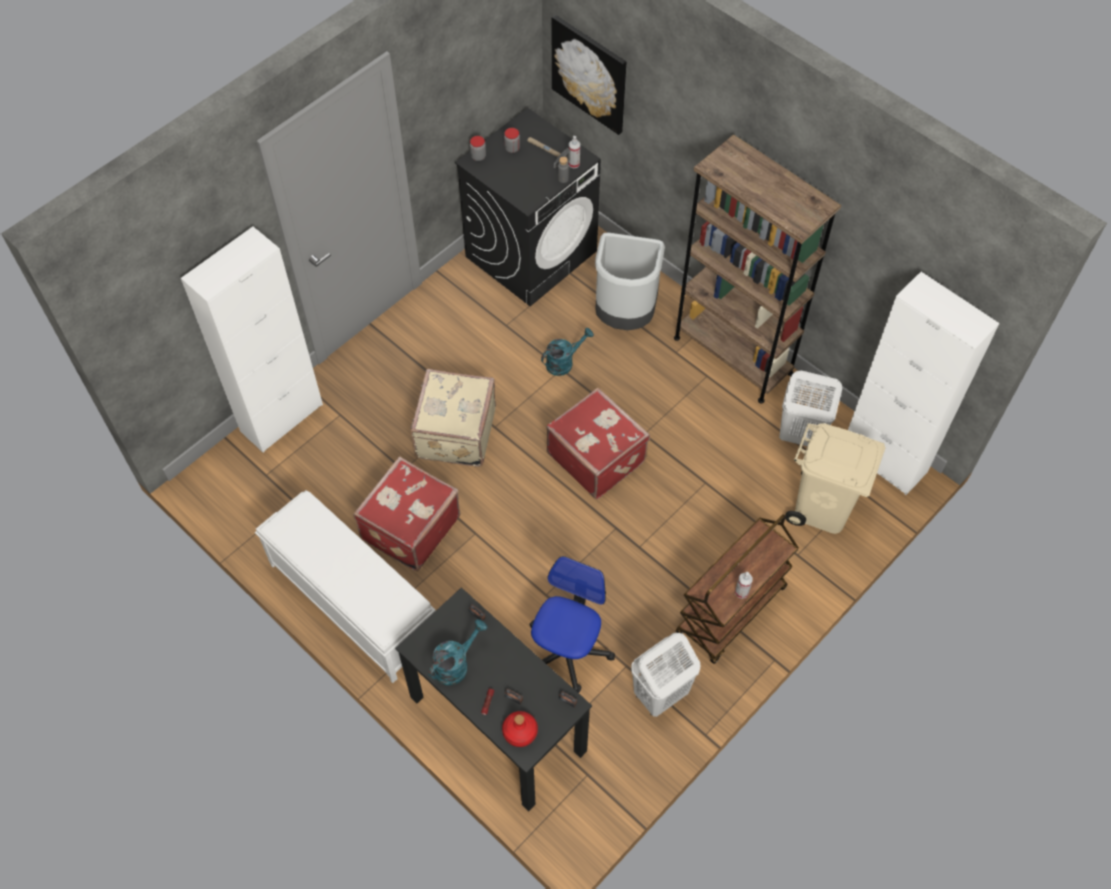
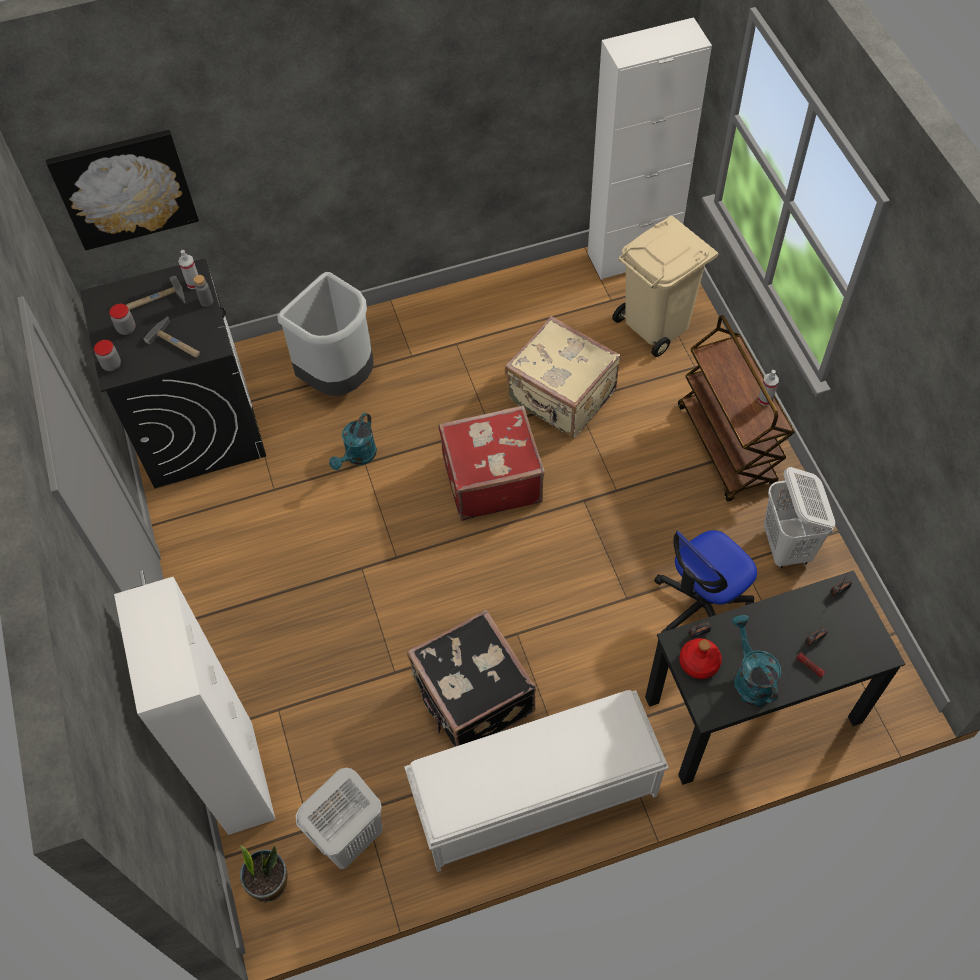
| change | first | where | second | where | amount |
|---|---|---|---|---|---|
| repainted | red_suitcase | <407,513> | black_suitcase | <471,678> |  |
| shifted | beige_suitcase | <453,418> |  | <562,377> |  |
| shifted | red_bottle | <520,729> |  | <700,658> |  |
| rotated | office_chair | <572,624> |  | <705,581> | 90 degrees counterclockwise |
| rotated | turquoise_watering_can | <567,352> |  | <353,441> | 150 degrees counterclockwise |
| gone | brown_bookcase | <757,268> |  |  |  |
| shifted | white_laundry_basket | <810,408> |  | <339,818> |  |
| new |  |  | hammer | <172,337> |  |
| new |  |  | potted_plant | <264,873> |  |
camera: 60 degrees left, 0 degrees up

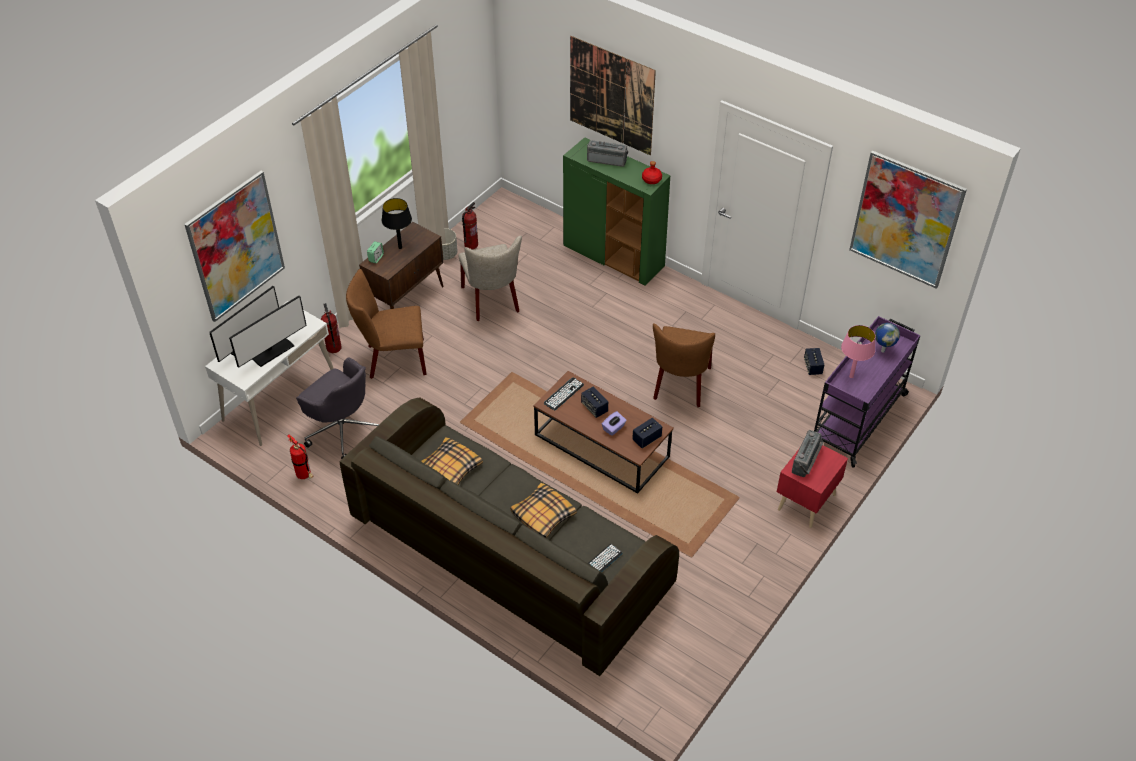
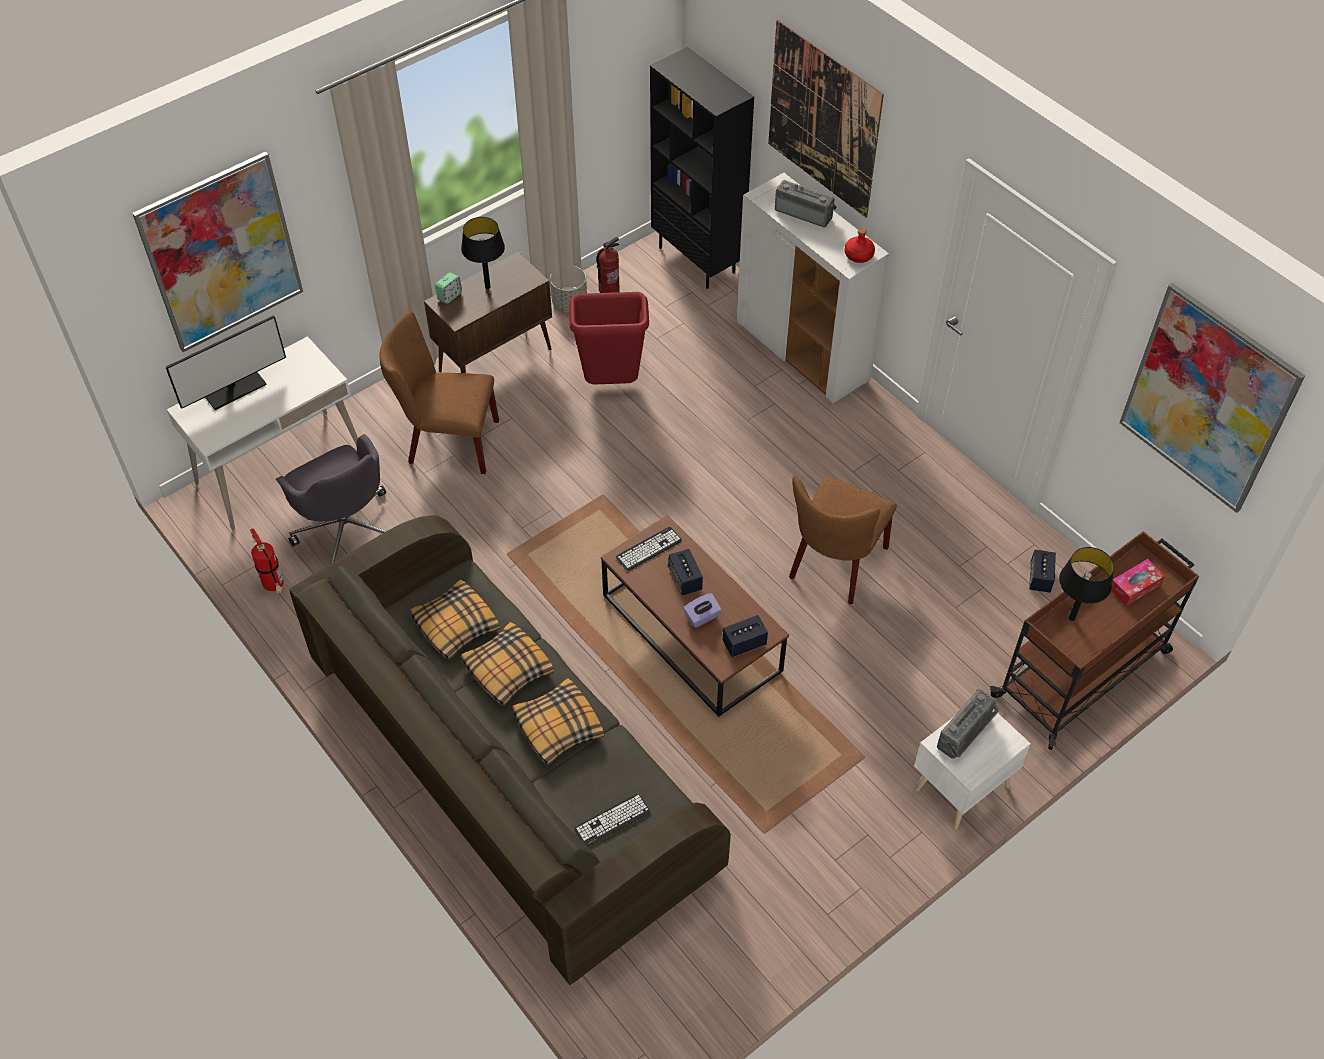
| change | first | where | second | where | amount |
|---|---|---|---|---|---|
| gone | monitor | <268,331> |  |  |  |
| gone | fire_extinguisher | <331,328> |  |  |  |
| swapped | beige_chair | <490,278> | red_trash_can | <609,338> |  |
| repainted | green_cabinet | <616,211> | white_cabinet | <812,288> |  |
| repainted | red_nightstand | <812,486> | white_nightstand | <972,769> |  |
| repainted | purple_cart | <867,392> | brown_cart | <1094,640> |  |
| repainted | pink_table_lamp | <858,351> | black_table_lamp | <1086,584> |  |
| swapped | globe | <887,338> | tissue_box | <1138,582> |  |
| new |  |  | pillow | <507,664> |  |
| new |  |  | black_bookcase | <702,168> |  |
camera: 15 degrees right, 5 degrees up

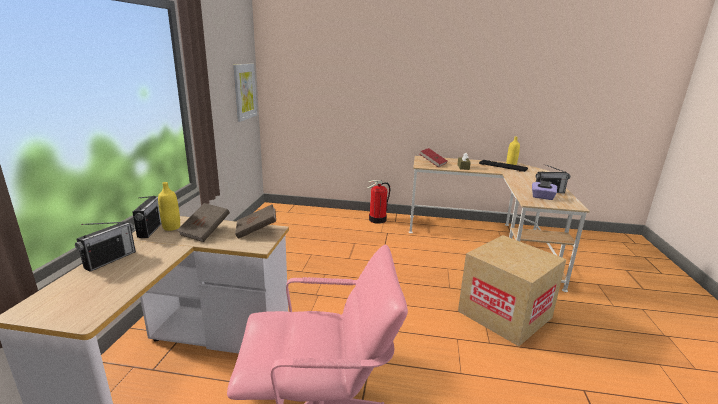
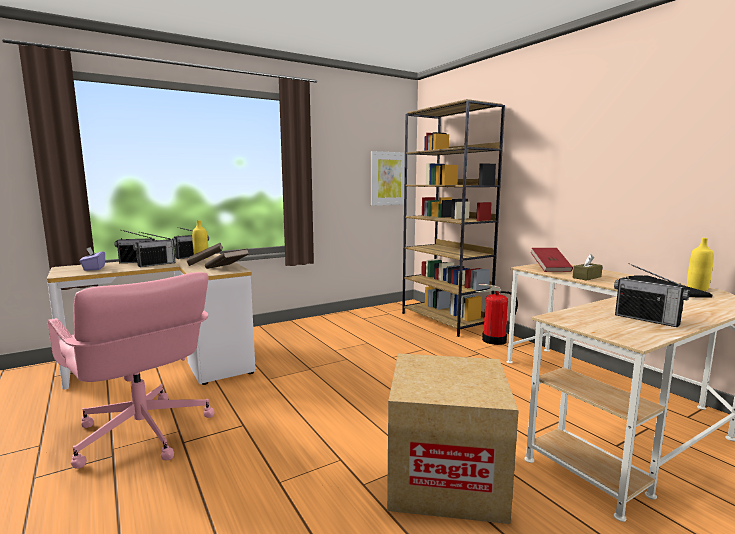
| change | first | where | second | where | amount |
|---|---|---|---|---|---|
| shifted | purple_tissue_box | <544,190> |  | <92,259> |  |
| new |  |  | radio | <154,249> |  |
| new |  |  | brown_bookcase | <453,218> |  |
camera: 50 degrees right, 10 degrees down

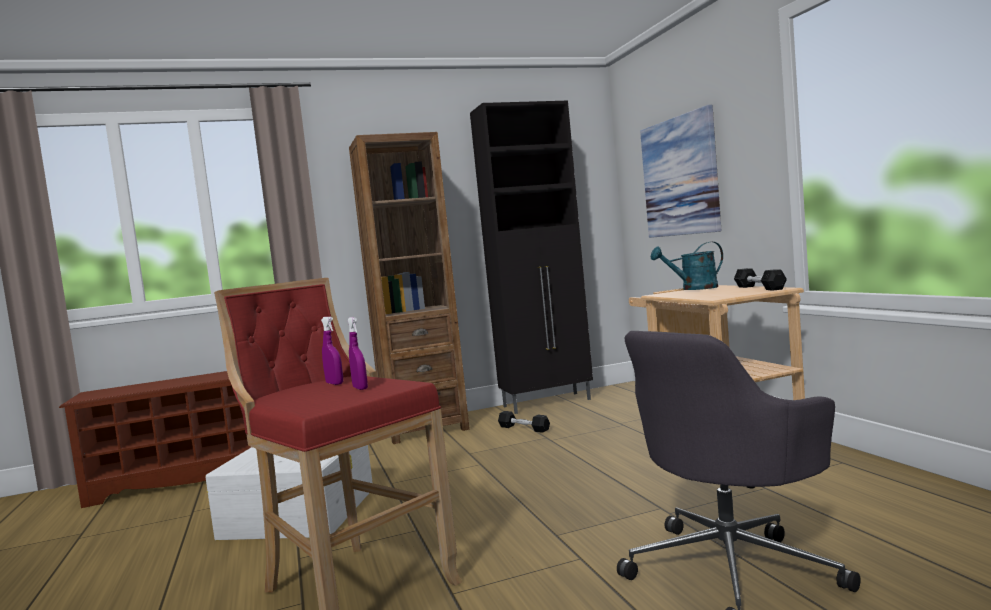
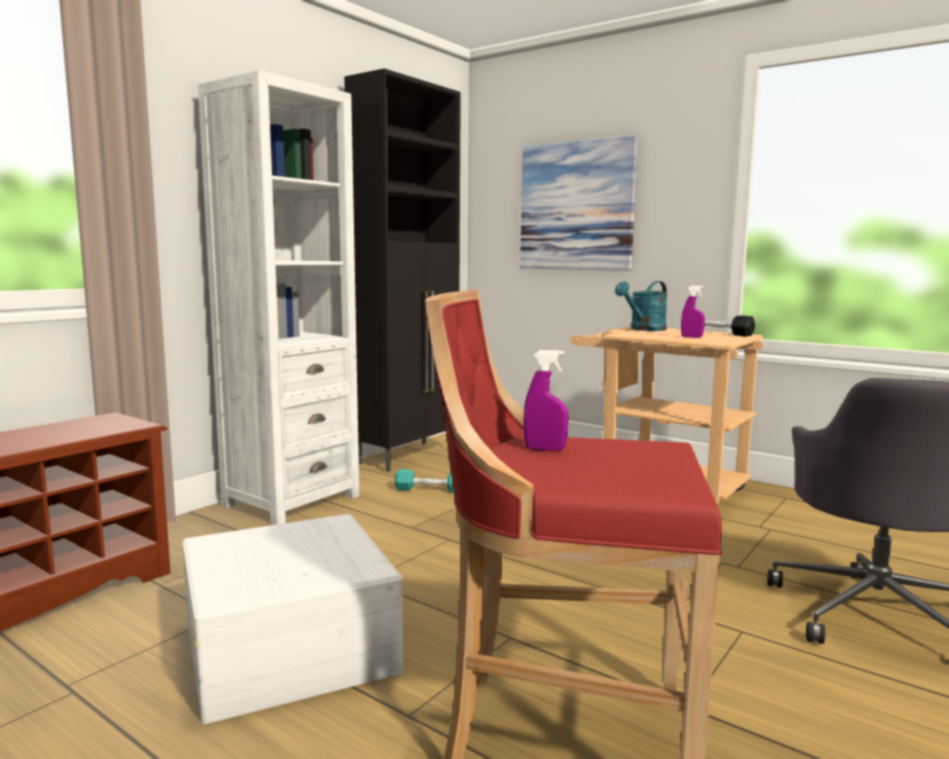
| change | first | where | second | where | amount |
|---|---|---|---|---|---|
| shifted | purple_spray_bottle | <358,353> |  | <693,312> |  |
| repainted | brown_bookcase | <409,288> | white_bookcase | <278,297> |  |
| repainted | black_dumbbell | <524,422> | turquoise_dumbbell | <424,480> |  |
camera: 35 degrees left, 5 degrees up

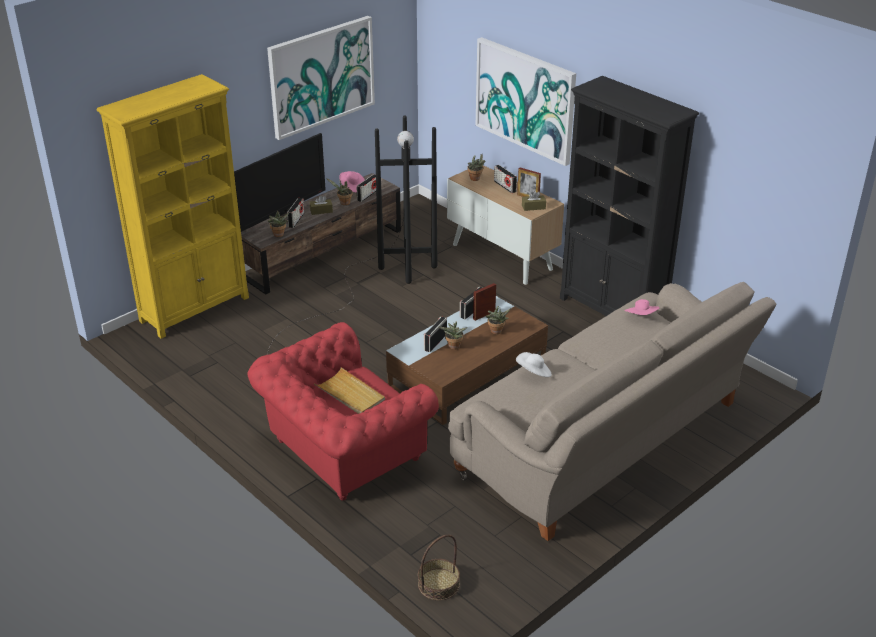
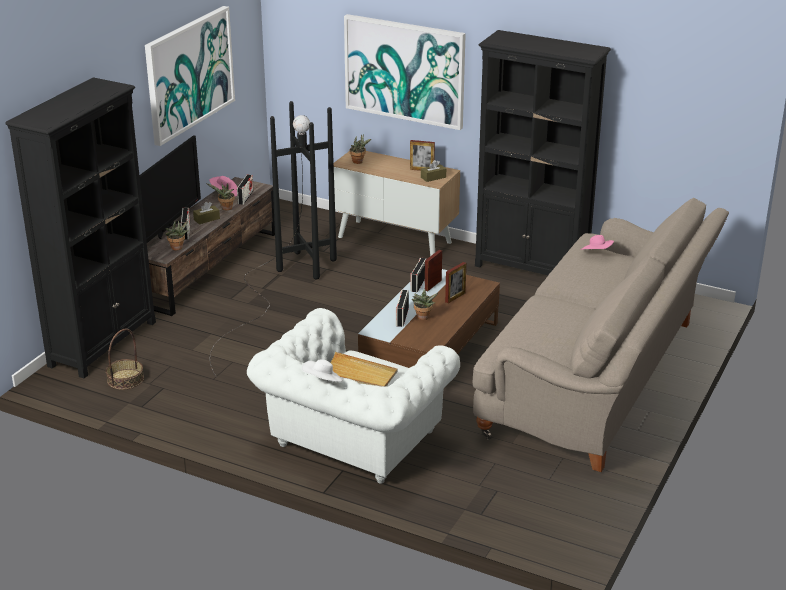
| change | first | where | second | where | amount |
|---|---|---|---|---|---|
| repainted | yellow_bookcase | <173,206> | black_bookcase | <80,227> |  |
| repainted | red_armchair | <343,411> | white_armchair | <353,396> |  |
| shifted | basket | <439,567> |  | <125,359> |  |
| swapped | potted_plant | <498,320> | picture_frame | <455,282> |  |
| gone | radio | <505,179> |  |  |  |
| shifted | white_hat | <534,364> |  | <322,371> |  |
camera: 20 degrees left, 5 degrees down

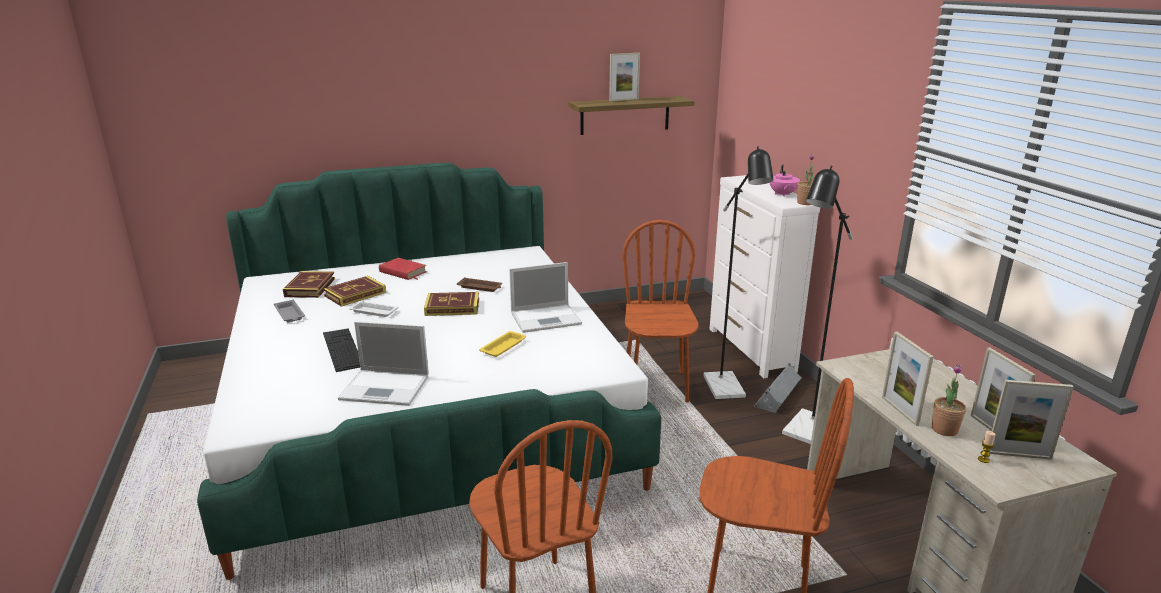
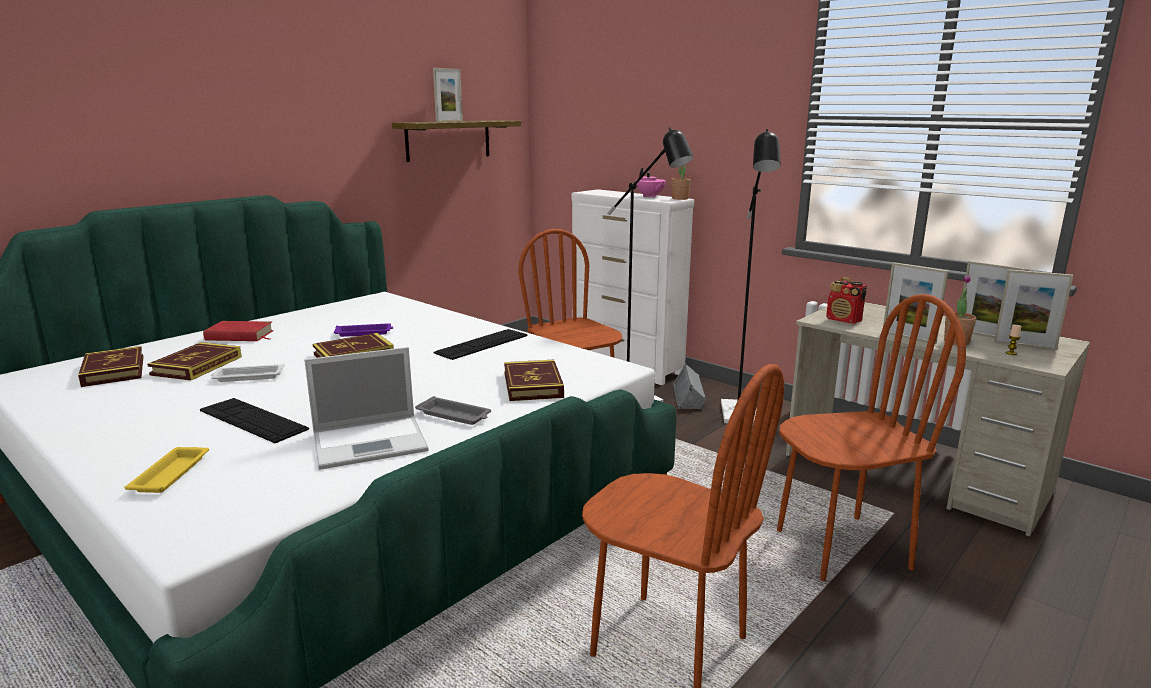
| change | first | where | second | where | amount |
|---|---|---|---|---|---|
| shifted | grey_tray | <289,311> |  | <453,410> |  |
| repainted | brown_tray | <479,284> | purple_tray | <364,330> |  |
| shifted | yellow_tray | <502,344> |  | <166,470> |  |
| swapped | laptop | <545,297> | keyboard | <481,344> |  |
| rotated | picture_frame | <1031,420> |  | <1033,309> | 45 degrees clockwise |
| new |  |  | book | <534,380> |  |
| new |  |  | radio | <846,300> |  |
camera: 30 degrees left, 5 degrees down

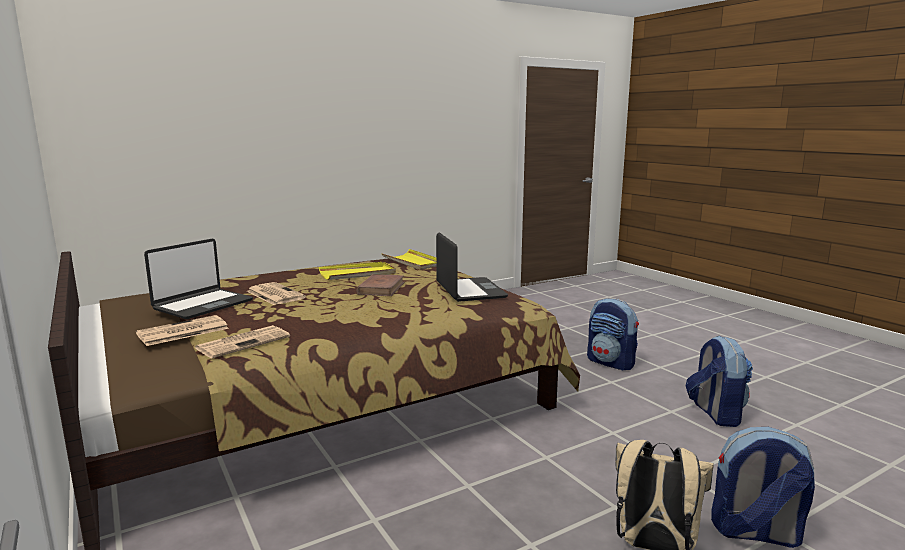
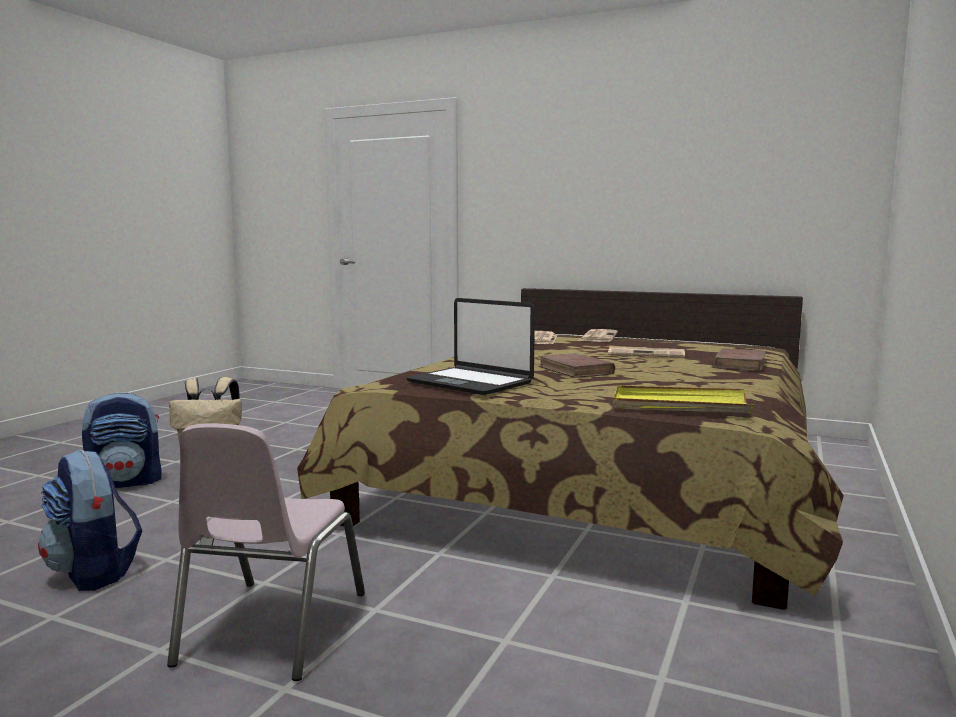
| change | first | where | second | where | amount |
|---|---|---|---|---|---|
| gone | laptop | <198,279> |  |  |  |
| gone | yellow_tray | <357,271> |  |  |  |
| swapped | backpack | <613,334> | pink_chair | <266,552> |  |
| new |  |  | brown_book | <739,359> |  |
camera: 145 degrees right, 5 degrees down

